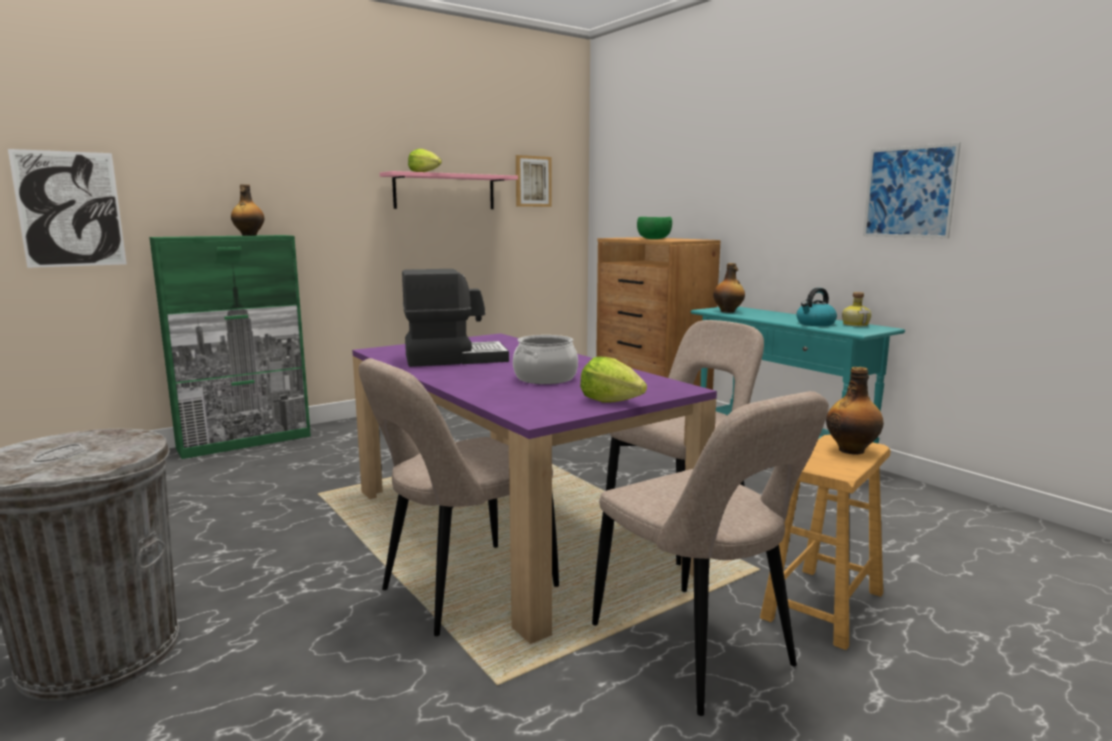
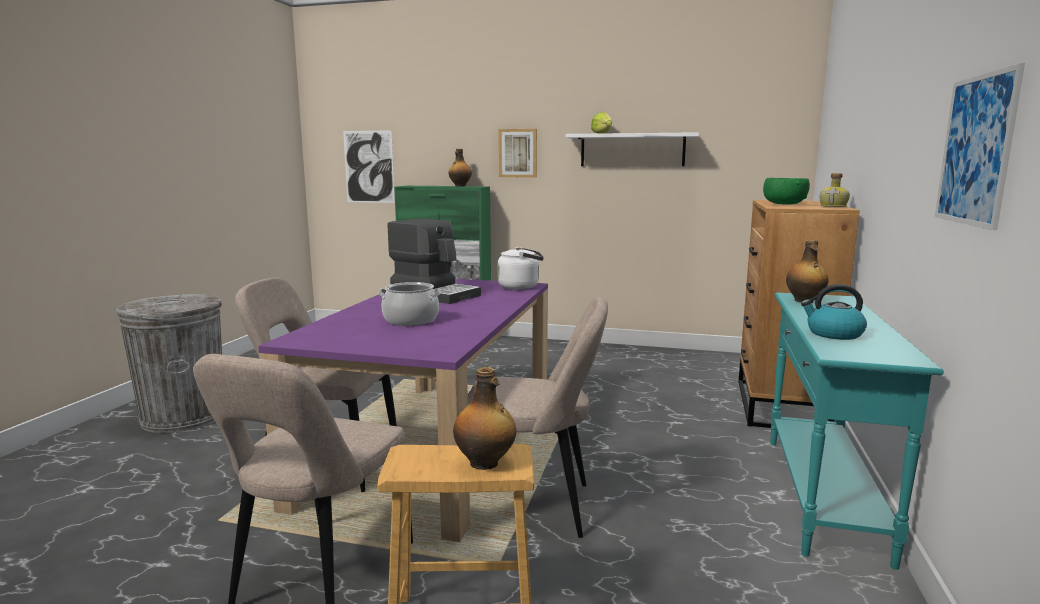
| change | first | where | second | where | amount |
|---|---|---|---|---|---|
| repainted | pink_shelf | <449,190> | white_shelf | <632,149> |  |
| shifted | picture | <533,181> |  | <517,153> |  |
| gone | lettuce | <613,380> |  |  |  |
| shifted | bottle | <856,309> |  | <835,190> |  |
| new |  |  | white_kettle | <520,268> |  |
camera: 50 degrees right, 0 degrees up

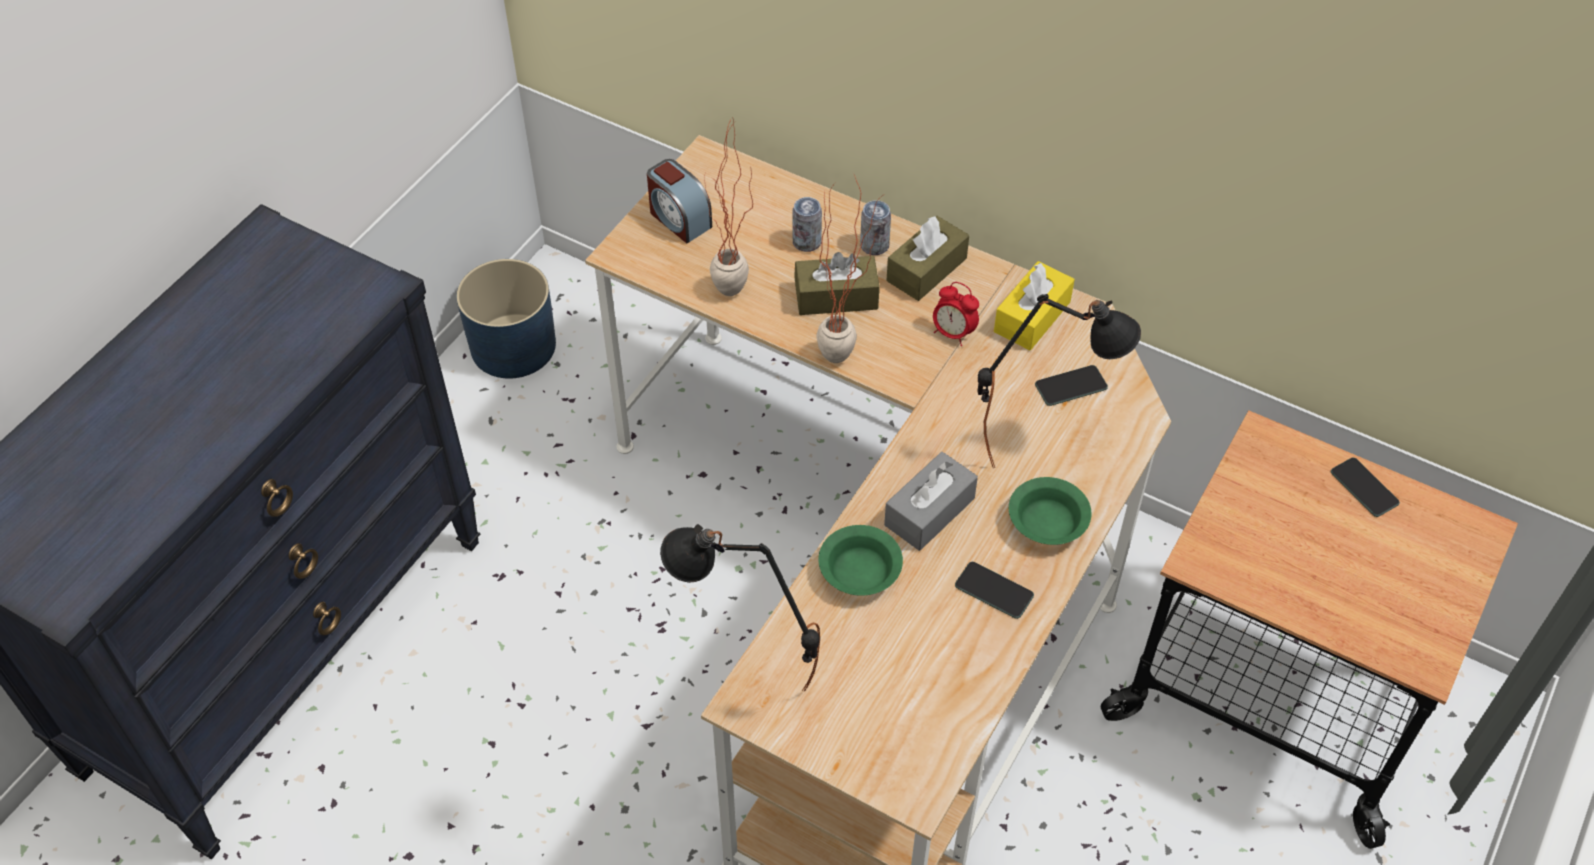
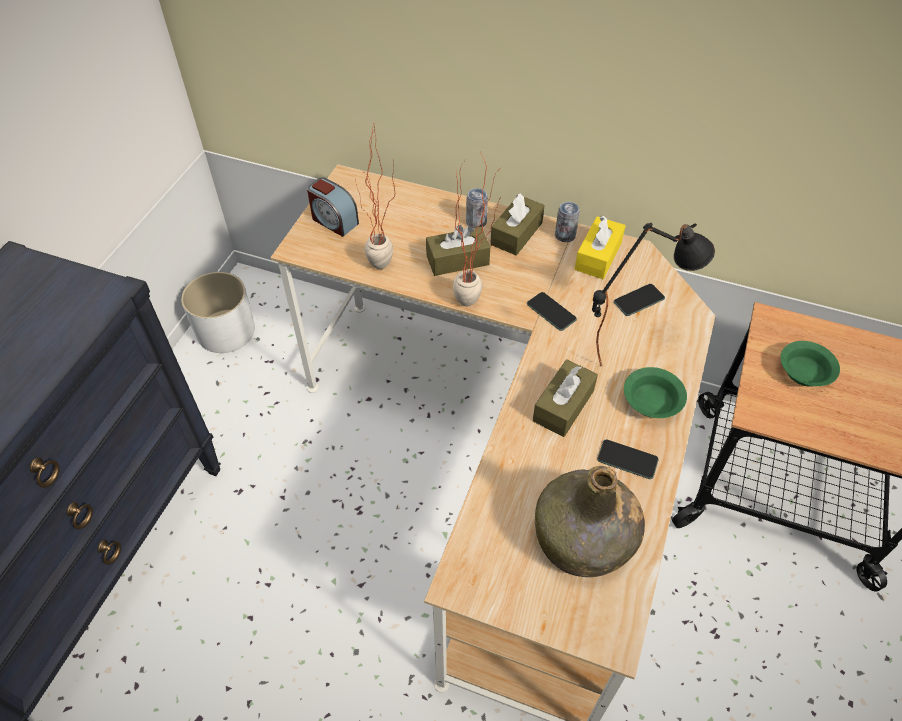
| change | first | where | second | where | amount |
|---|---|---|---|---|---|
| repainted | blue_planter | <506,319> | white_planter | <218,312> |  |
| gone | black_table_lamp | <740,608> |  |  |  |
| shifted | can | <807,224> |  | <567,222> |  |
| shifted | green_bowl | <860,560> |  | <810,364> |  |
| repainted | grey_tissue_box | <931,501> | brown_tissue_box | <565,398> |  |
| gone | alarm_clock | <956,314> |  |  |  |
| shifted | phone | <1365,487> |  | <552,311> |  |
| new |  |  | green_bottle | <590,521> |  |
camera: 10 degrees left, 0 degrees up

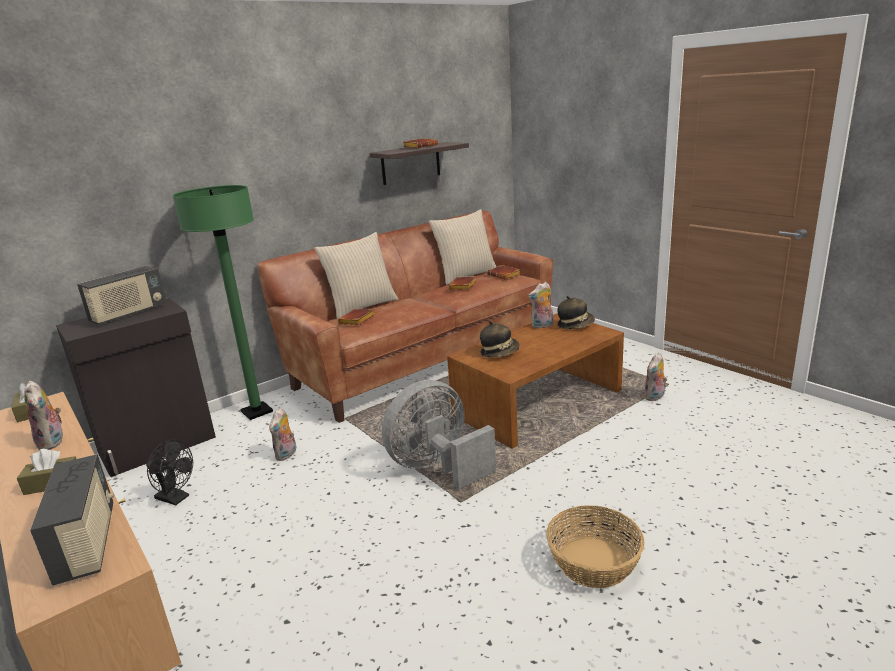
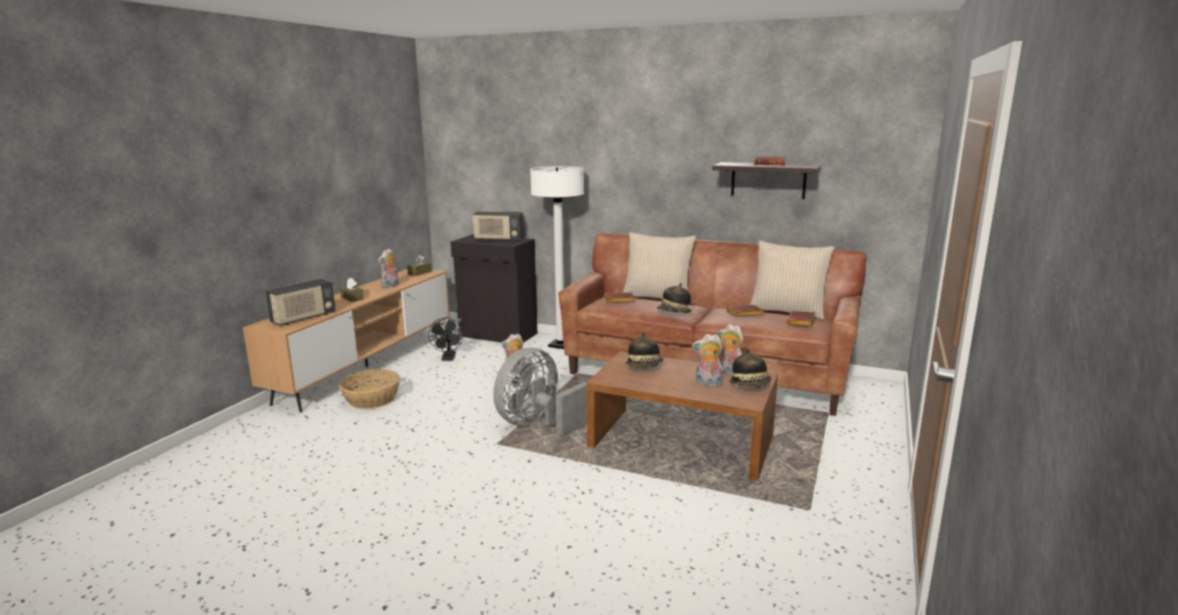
| change | first | where | second | where | amount |
|---|---|---|---|---|---|
| repainted | green_floor_lamp | <222,302> | white_floor_lamp | <557,257> |  |
| rotated | grey_fan | <439,434> |  | <540,392> | 75 degrees counterclockwise |
| shifted | basket | <595,546> |  | <369,389> |  |
| shifted | plush_toy | <656,377> |  | <708,360> |  |
| new |  |  | hat | <674,298> |  |
camera: 60 degrees right, 5 degrees down

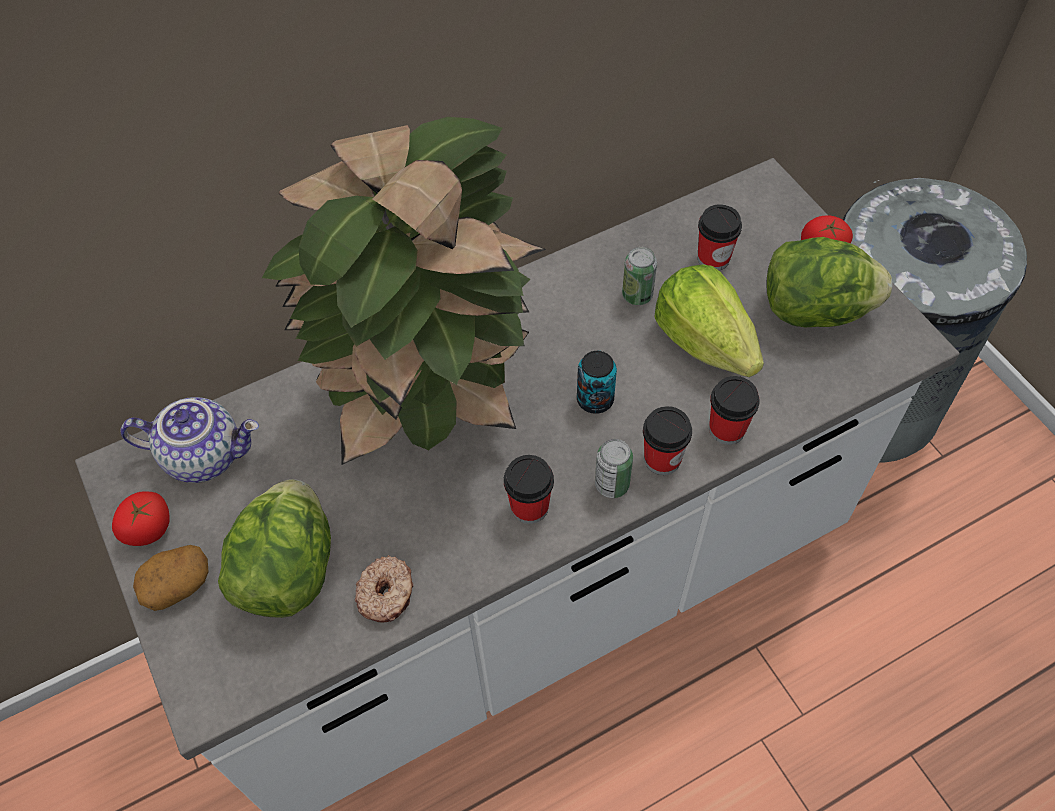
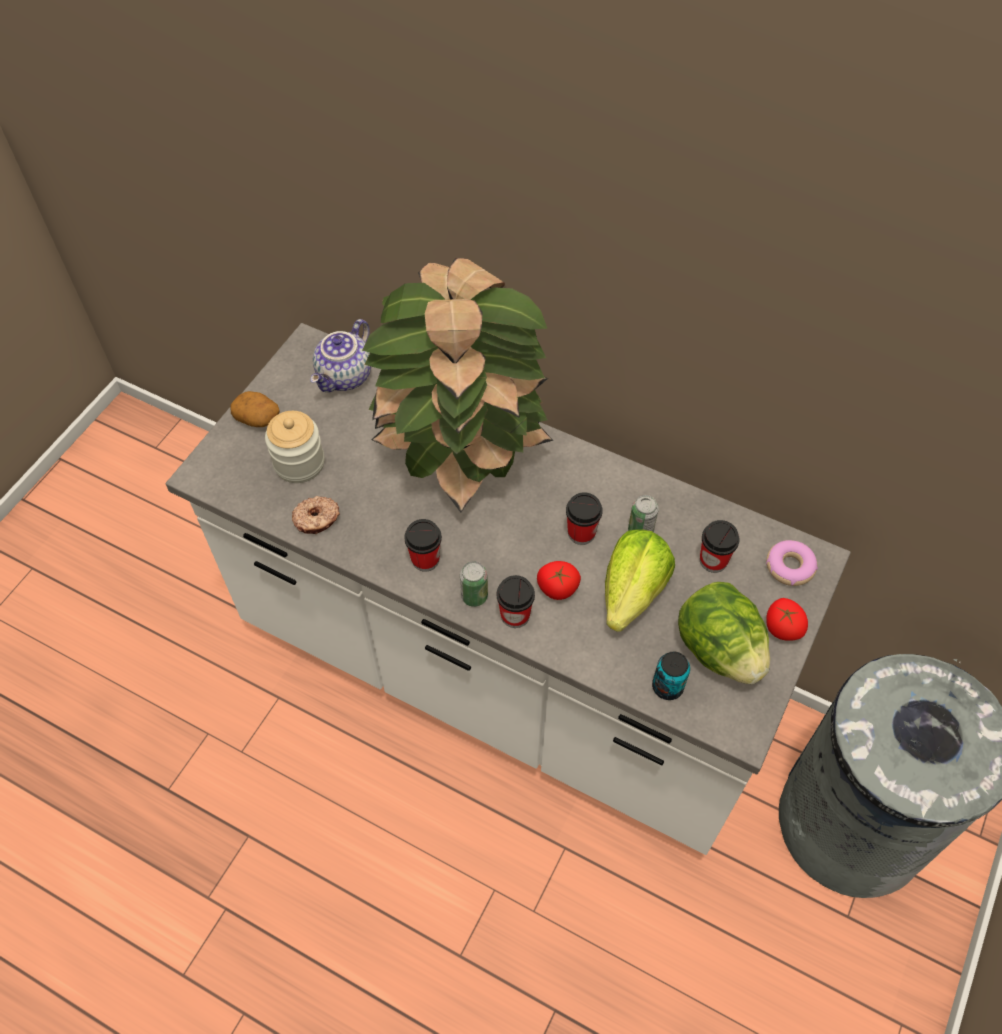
| change | first | where | second | where | amount |
|---|---|---|---|---|---|
| shifted | tomato | <141,518> |  | <559,580> |  |
| rotated | teapot | <189,440> |  | <340,355> | 60 degrees clockwise |
| swapped | lettuce | <274,548> | jar | <295,447> |  |
| shifted | can | <597,382> |  | <671,675> |  |
| shifted | cup | <734,410> |  | <584,518> |  |
| new |  |  | donut | <792,563> |  |
camera: 55 degrees right, 0 degrees up

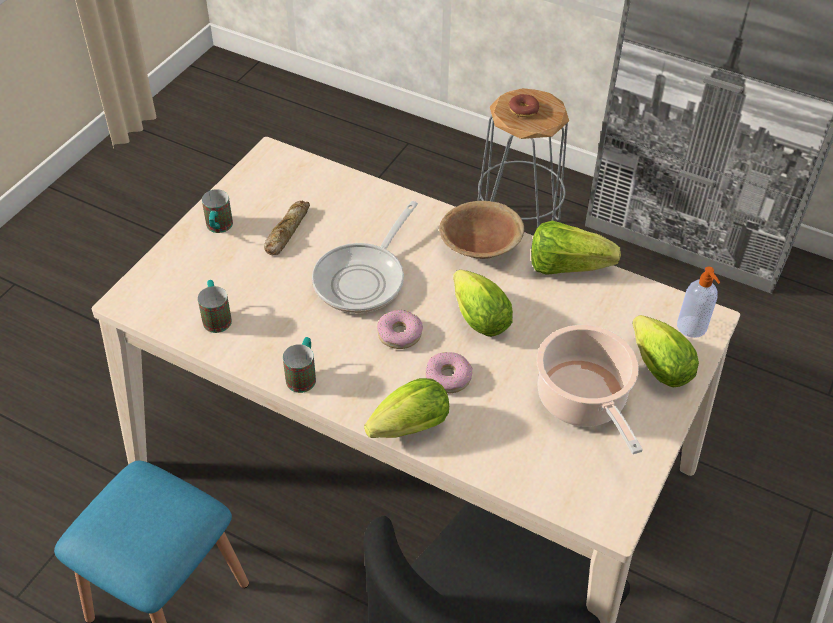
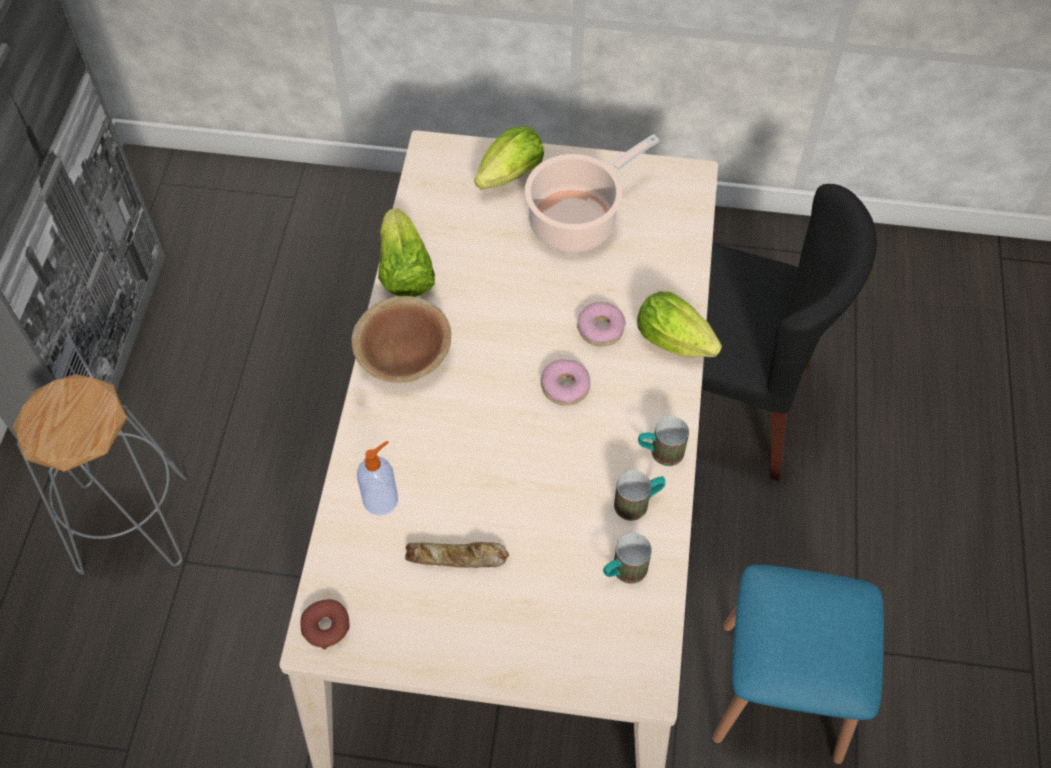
| change | first | where | second | where | amount |
|---|---|---|---|---|---|
| shifted | mug | <217,211> |  | <639,495> |  |
| gone | frying_pan | <365,257> |  |  |  |
| gone | lettuce | <483,303> |  |  |  |
| shifted | donut | <524,105> |  | <325,624> |  |
| shifted | soap_dispenser | <698,302> |  | <377,478> |  |
camera: 110 degrees left, 10 degrees up

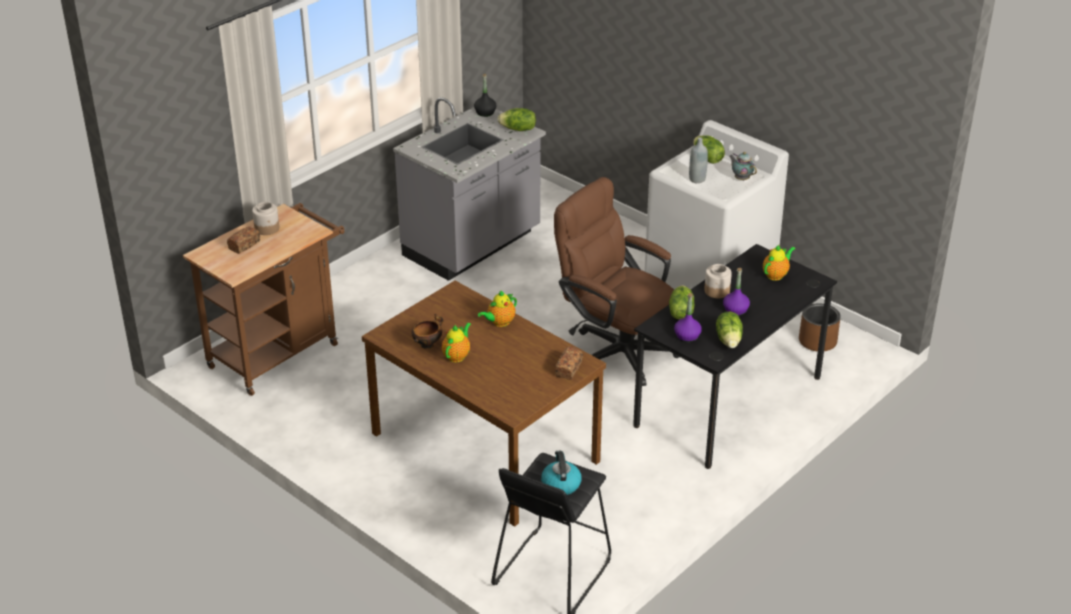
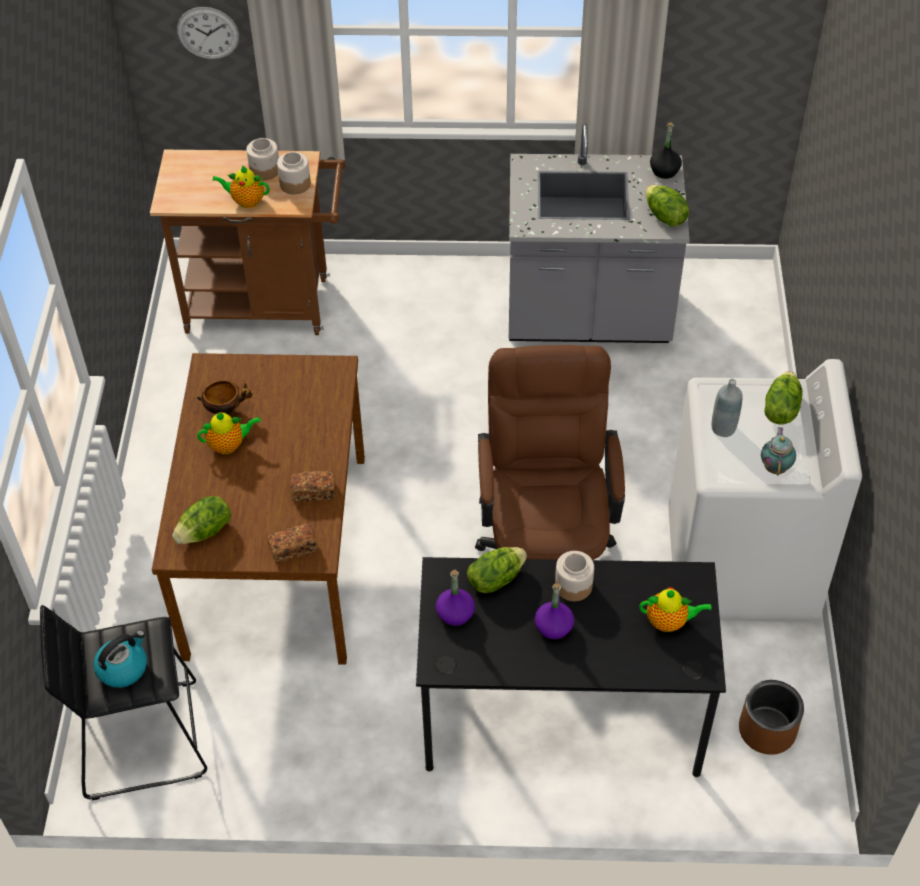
| change | first | where | second | where | amount |
|---|---|---|---|---|---|
| shifted | bread | <243,240> |  | <312,486> |  |
| shifted | teapot | <497,308> |  | <240,187> |  |
| shifted | lettuce | <729,330> |  | <201,520> |  |
| new |  |  | wall_clock | <208,33> |  |
| new |  |  | jar | <294,173> |  |
camera: 50 degrees right, 15 degrees up

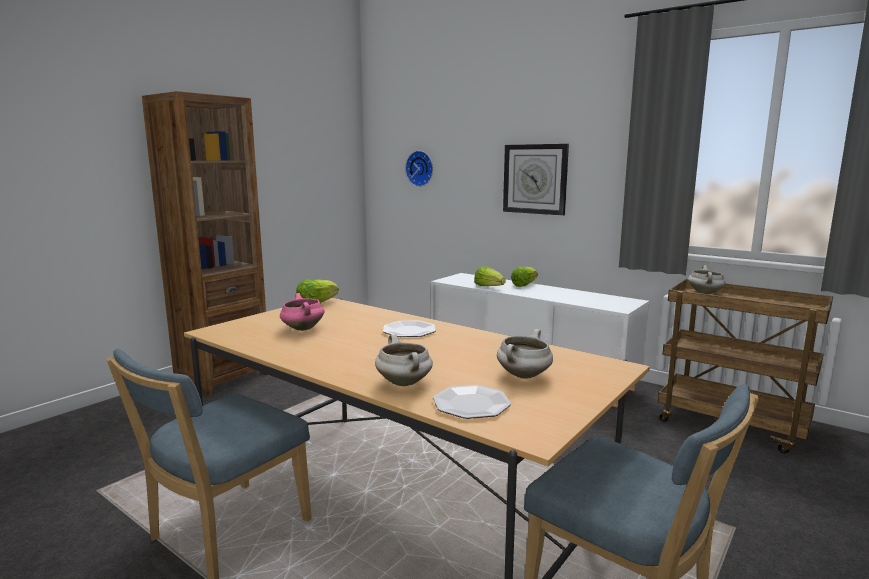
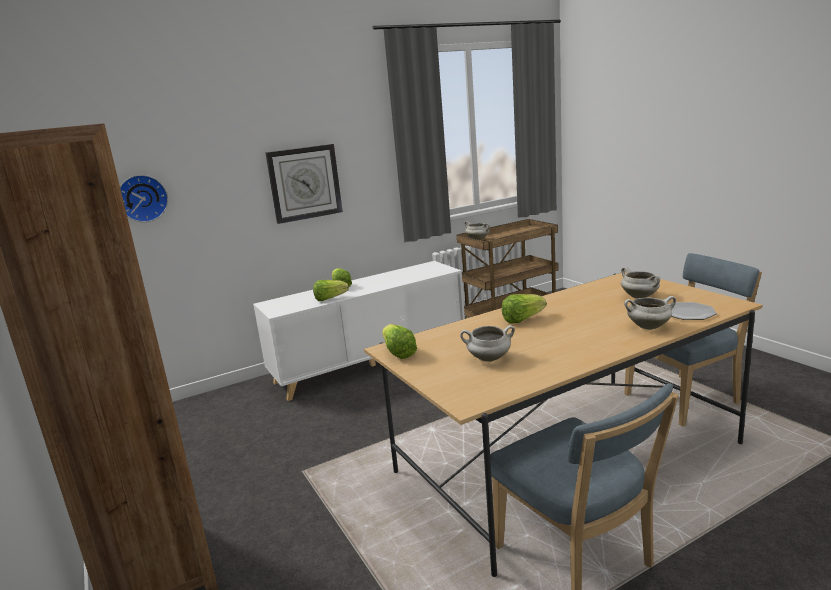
| change | first | where | second | where | amount |
|---|---|---|---|---|---|
| repainted | pink_cooking_pot | <302,312> | white_cooking_pot | <487,343> |  |
| swapped | plate | <409,329> | lettuce | <524,309> |  |
camera: 65 degrees left, 5 degrees up

